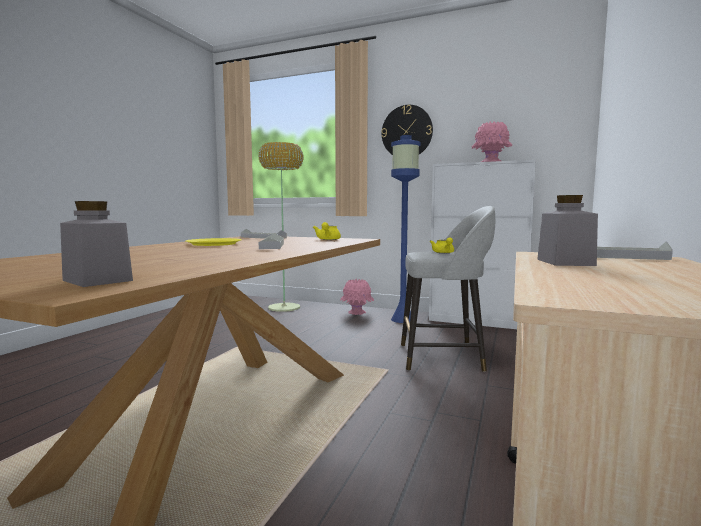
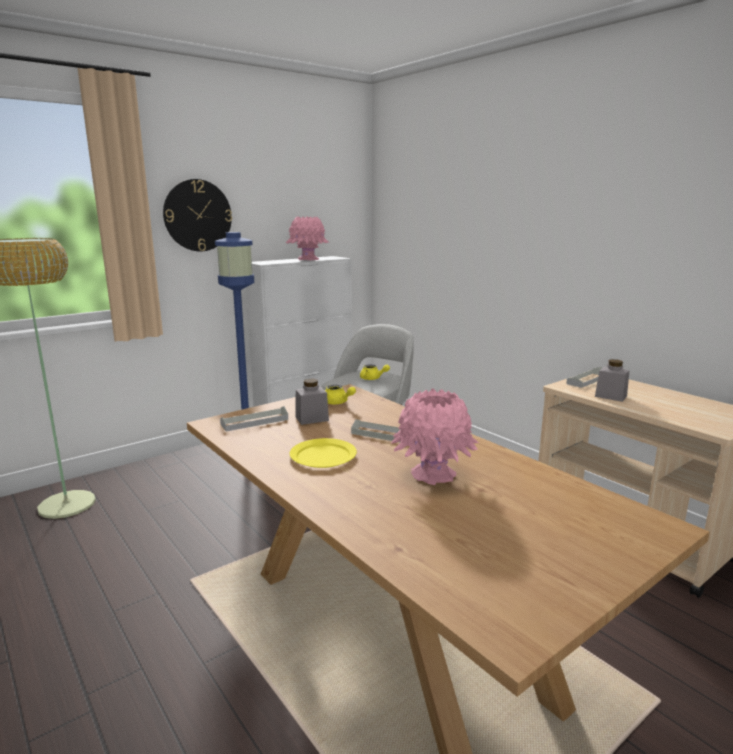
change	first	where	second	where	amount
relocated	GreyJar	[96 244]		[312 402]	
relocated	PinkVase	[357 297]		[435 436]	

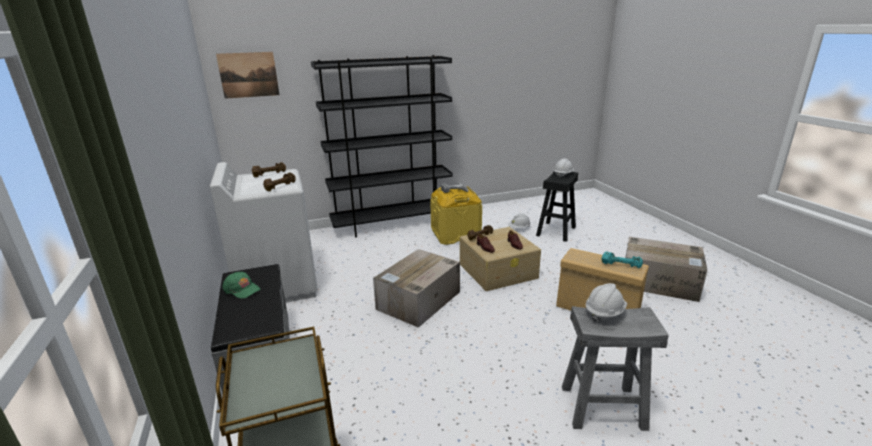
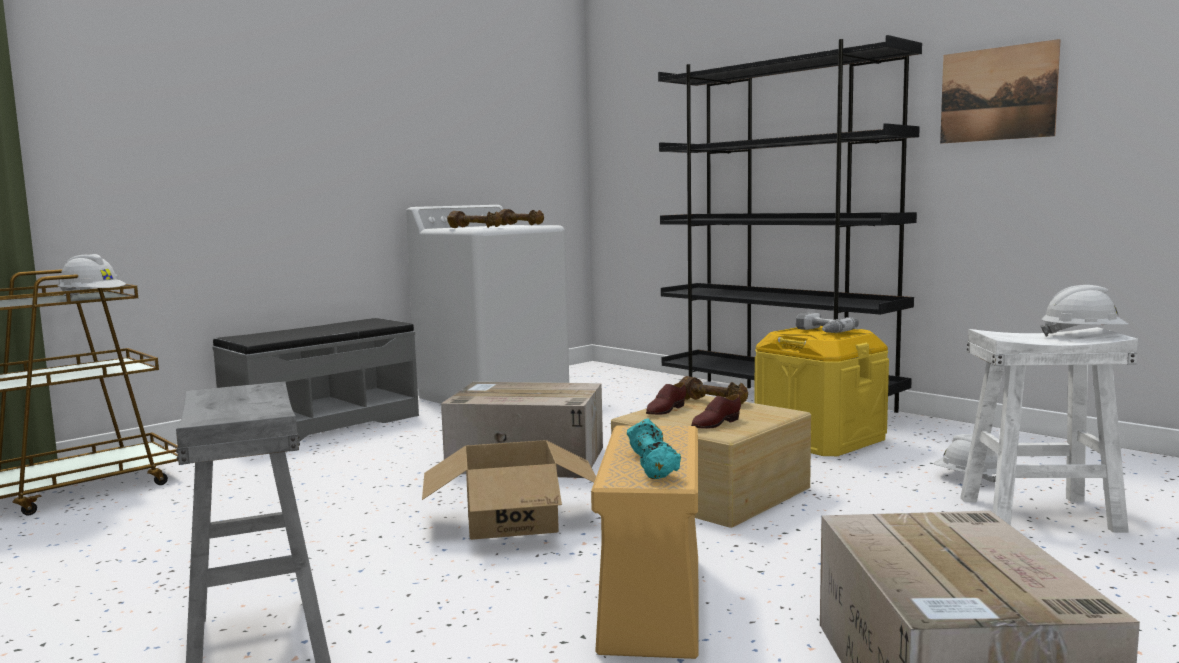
change	first	where	second	where	amount
missing	GreenCap	[241 285]			
appeared			CardboardBox	[509 490]	
relocated	Picture	[247 75]		[1000 91]	
relocated	WhiteHardHat	[606 302]		[92 276]	
colour	BlackStool	[557 206]	WhiteStool	[1049 430]	

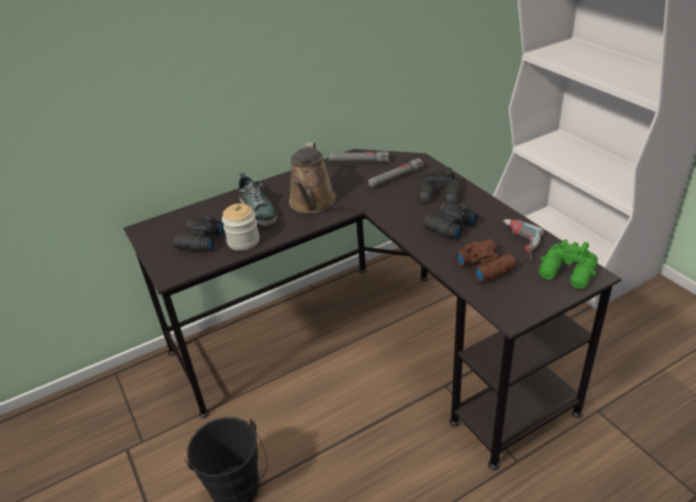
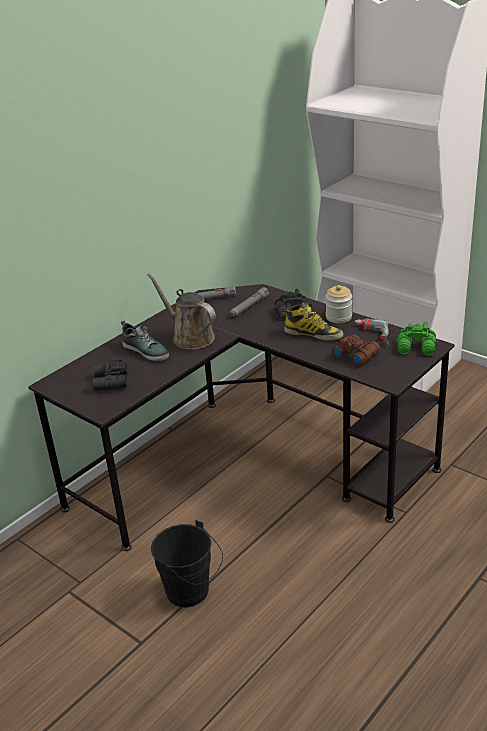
change	first	where	second	where	amount
relocated	Jar	[240 227]		[338 304]	
exchanged	BlackBinoculars	[451 221]	Boot	[314 321]	
spun	BrownWateringCan	[313 177]		[181 311]	150 degrees clockwise

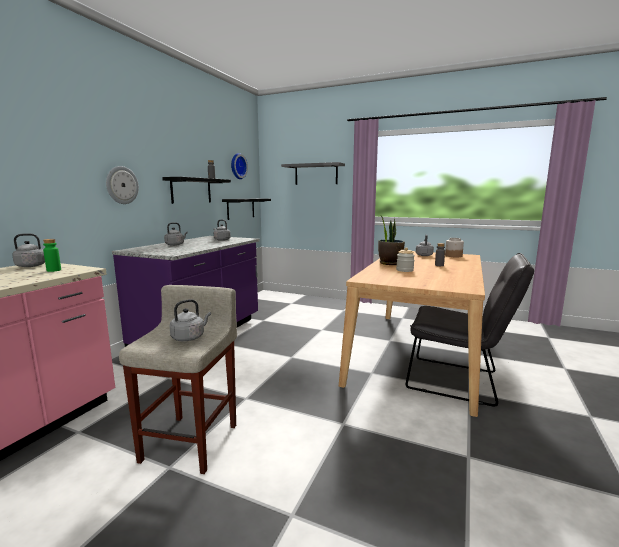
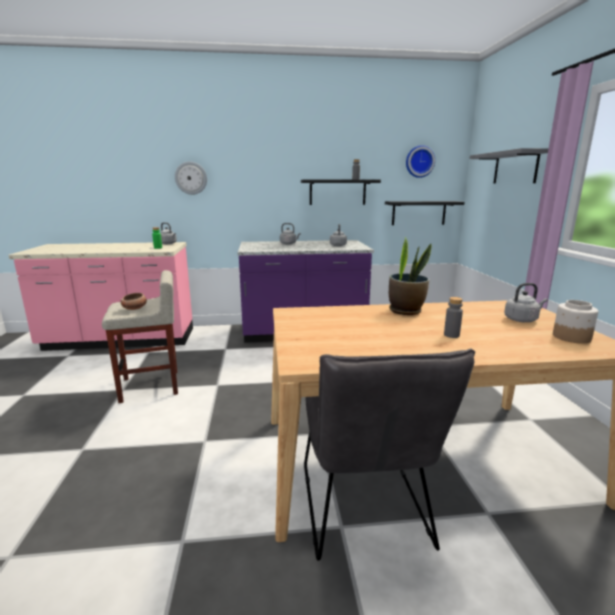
change	first	where	second	where	amount
missing	Jar	[405 259]			
relocated	WallClock	[122 185]		[191 178]	
exchanged	GreyKettle	[190 320]	Bowl	[133 301]	

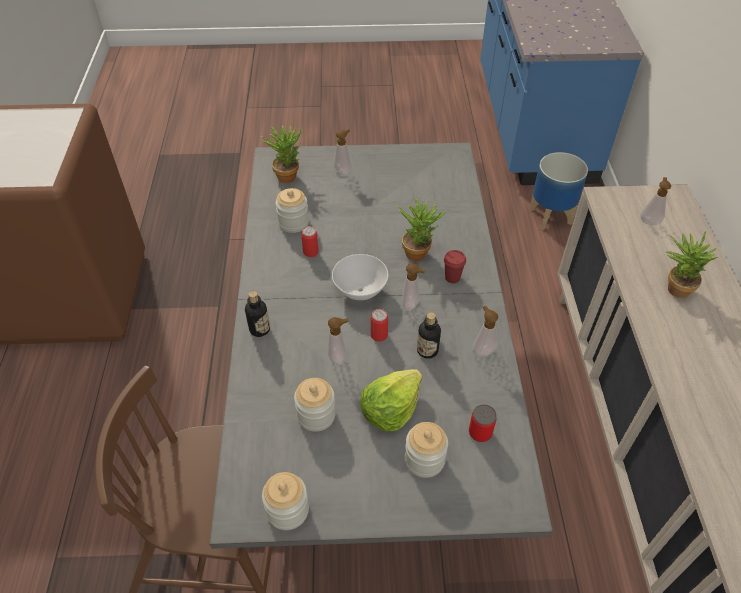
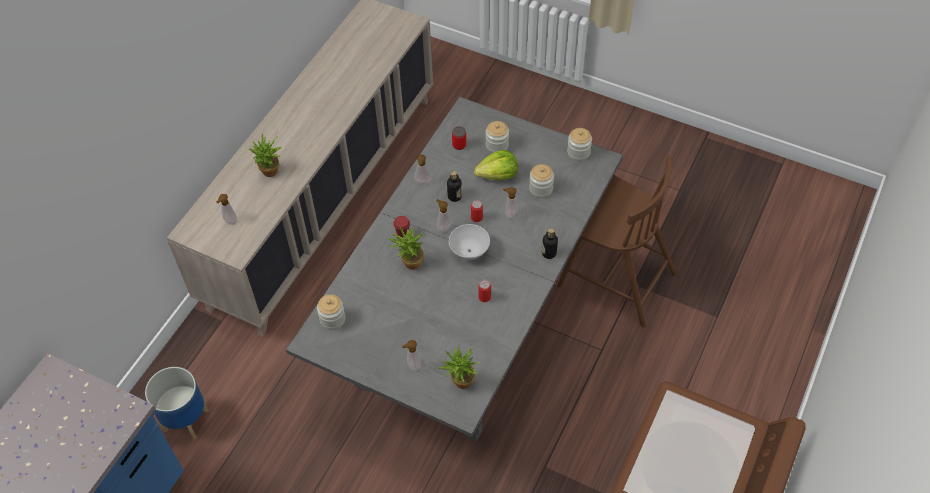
change	first	where	second	where	amount
relocated	Jar	[292 210]		[331 312]	

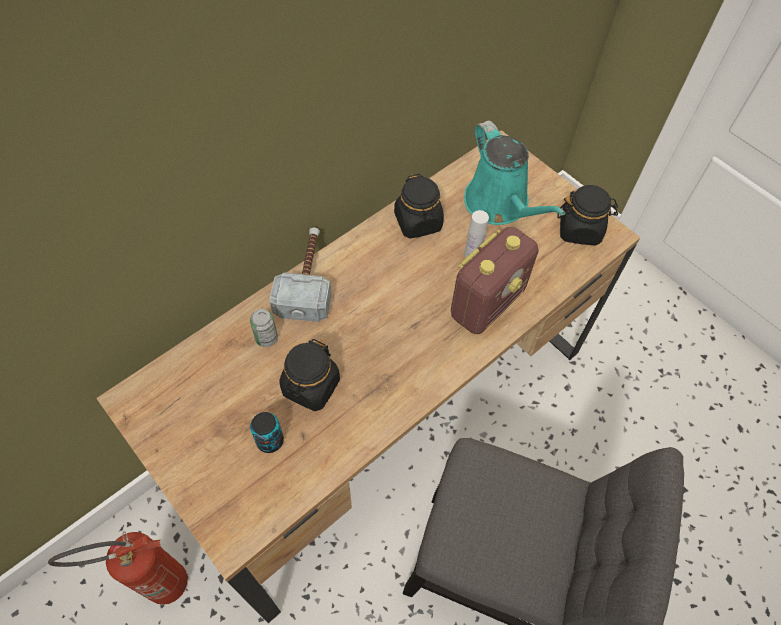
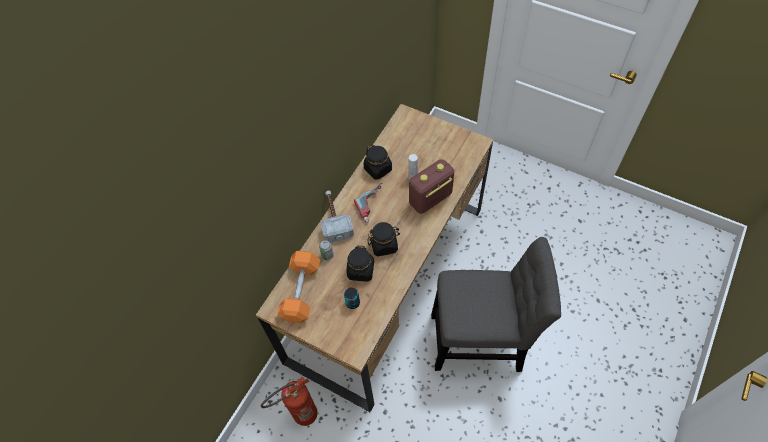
change	first	where	second	where	amount
missing	TurquoiseWateringCan	[514 173]			
appeared			OrangeDumbbell	[299 287]	
appeared			PowerDrill	[368 203]	
relocated	BlackJar	[588 215]		[383 239]	
spun	Radio	[495 280]		[431 186]	150 degrees counterclockwise

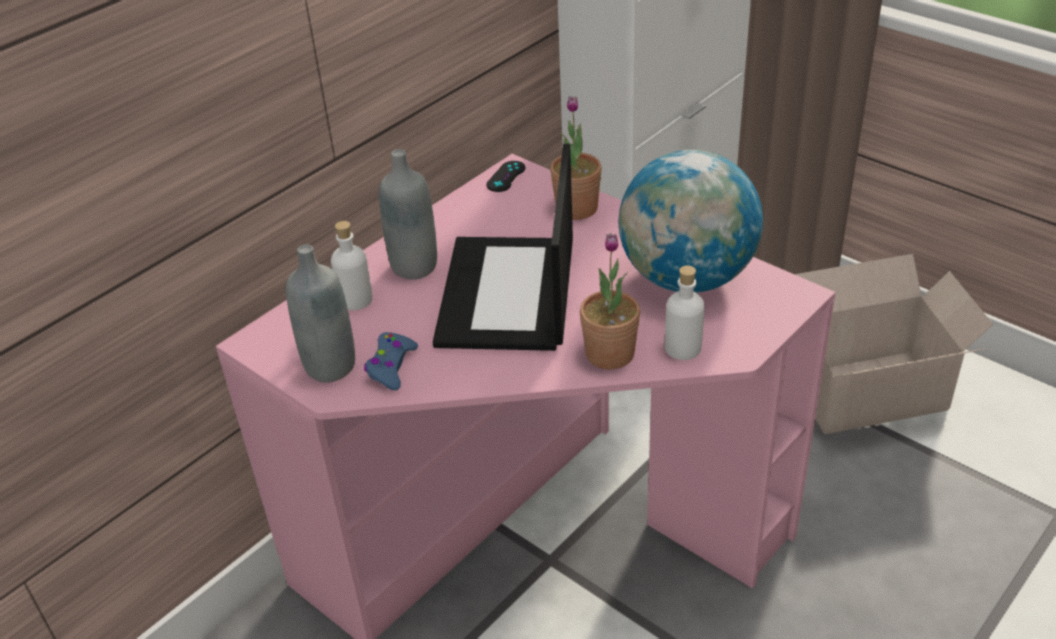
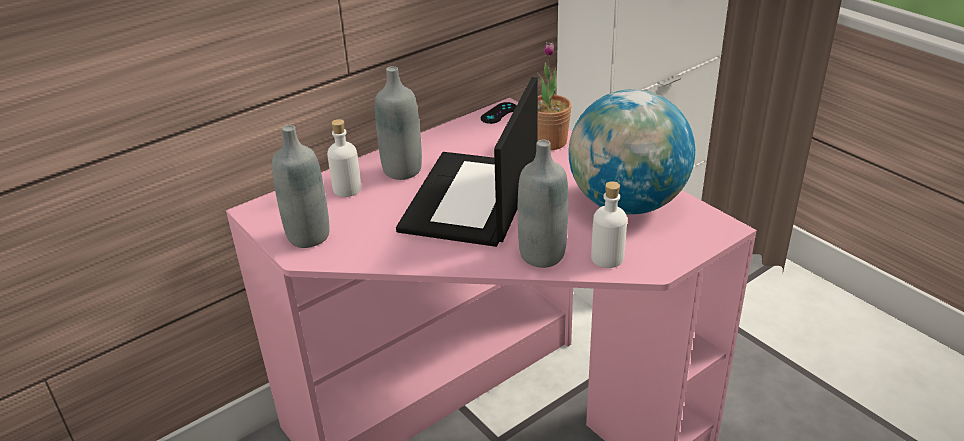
change	first	where	second	where	amount
missing	BlueGameController	[391 361]			
missing	CardboardBox	[894 344]			
exchanged	PottedPlant	[610 301]	GreyBottle	[543 204]	

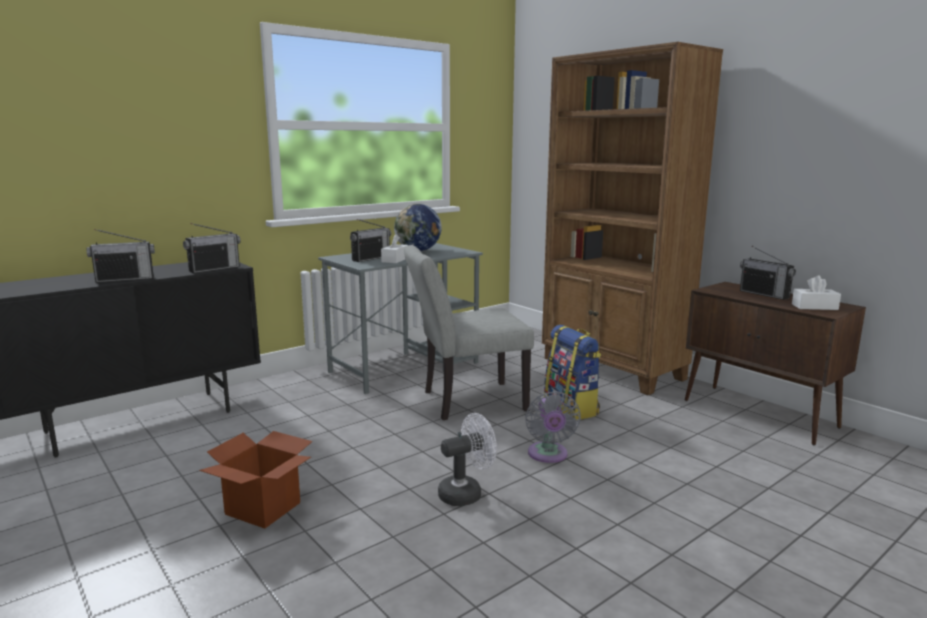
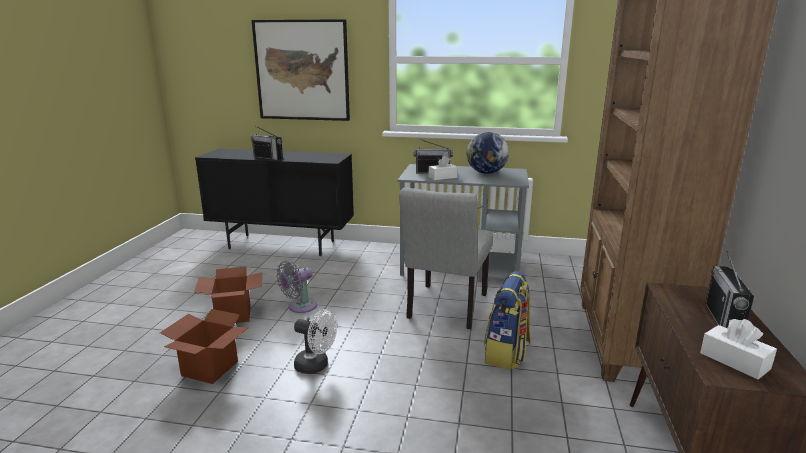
change	first	where	second	where	amount
missing	Radio	[212 248]			
appeared			CardboardBox	[204 346]	
appeared			Picture	[301 70]	
relocated	GreyFan	[553 427]		[296 287]	
spun	GreyChair	[469 332]		[446 258]	105 degrees counterclockwise

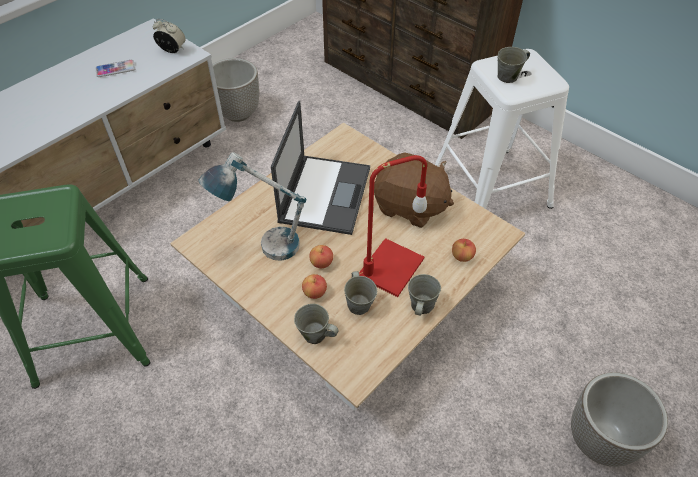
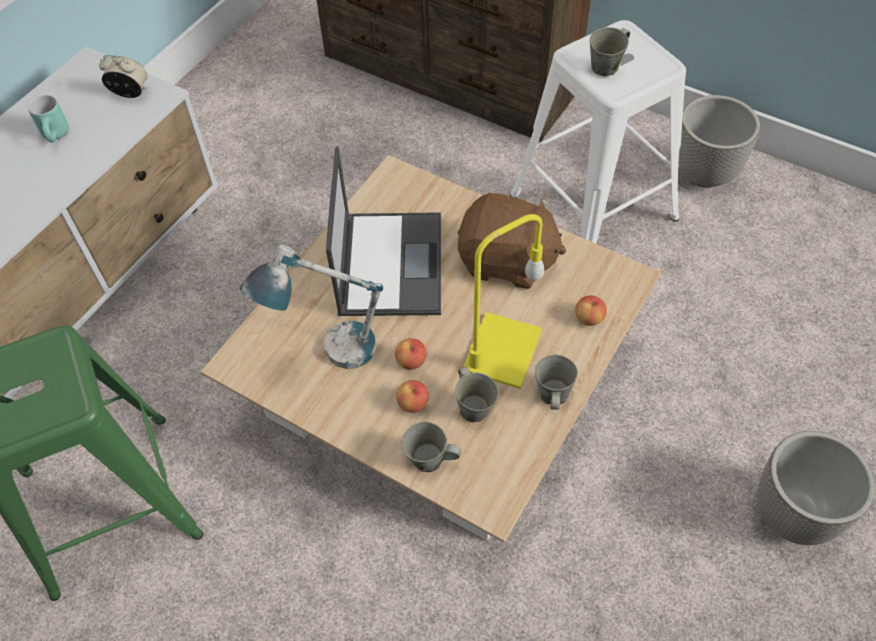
change	first	where	second	where	amount
relocated	Planter	[235 90]		[719 141]	
exchanged	Phone	[115 68]	TurquoiseMug	[48 118]	
colour	RedTableLamp	[393 226]	YellowTableLamp	[503 301]	

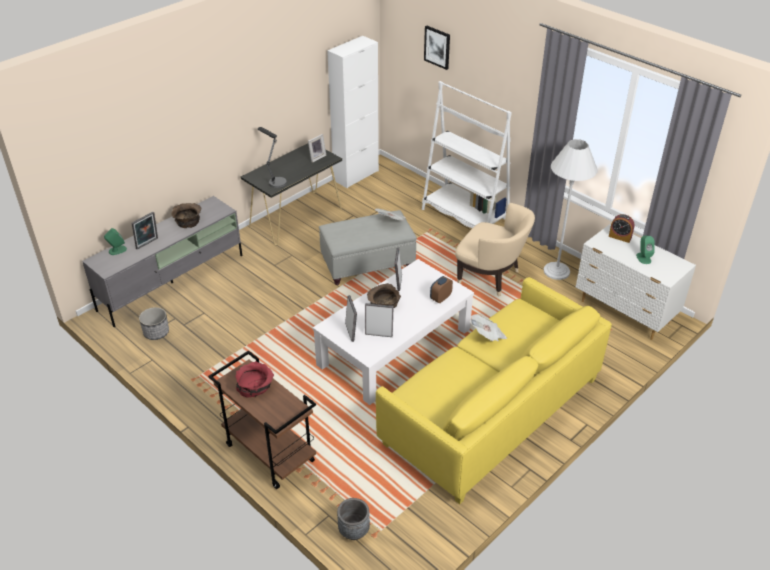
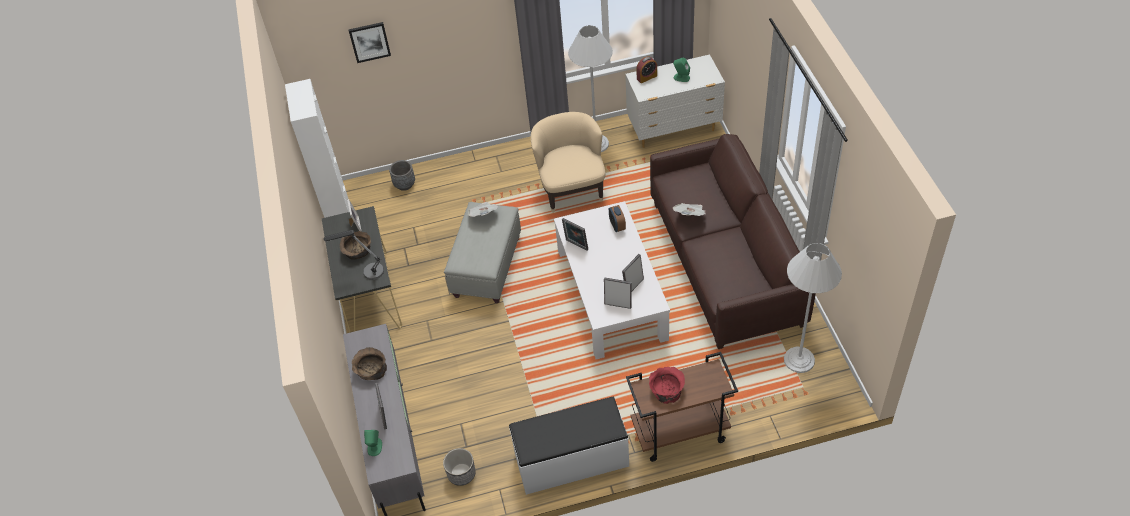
change	first	where	second	where	amount
missing	WhiteBookcase	[467 154]			
appeared			WhiteBench	[569 446]	
appeared			WhiteFloorLamp	[813 308]	
relocated	GreyPlanter	[353 519]		[402 175]	
relocated	BrownBowl	[384 296]		[355 245]	
colour	YellowSofa	[494 390]	BrownSofa	[733 241]	
spun	BeigeArmchair	[495 250]		[568 162]	75 degrees counterclockwise

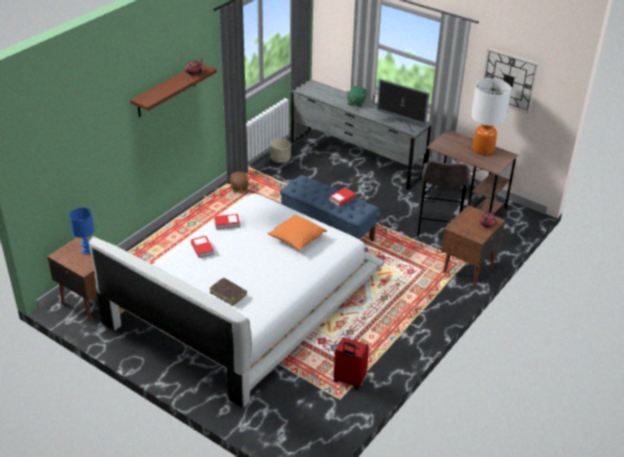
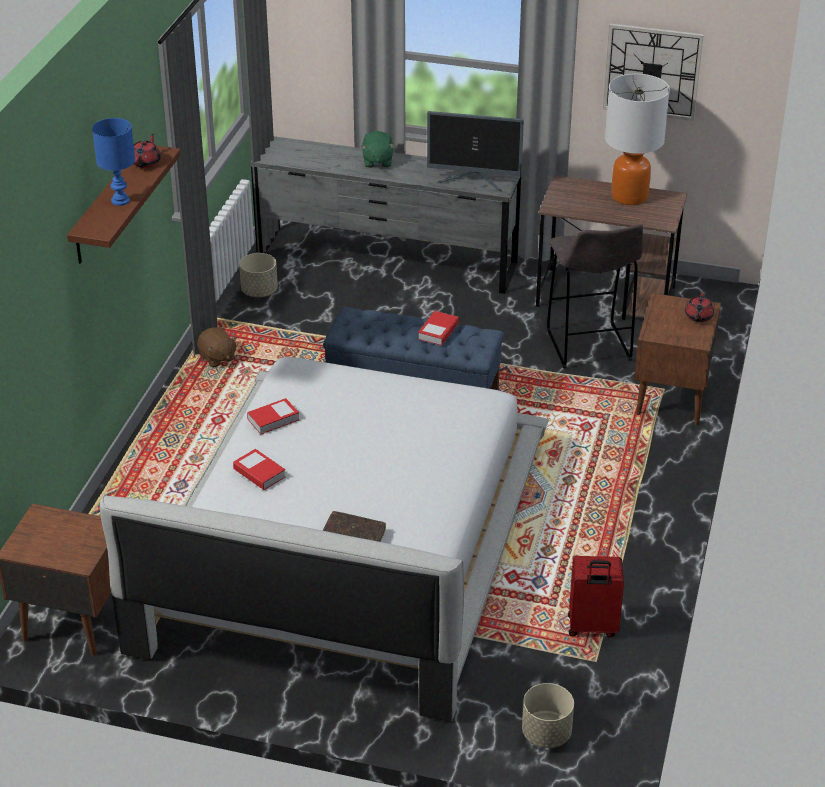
change	first	where	second	where	amount
missing	OrangePillow	[297 233]			
appeared			BeigePlanter	[548 715]	
relocated	BlueTableLamp	[81 231]		[113 162]	

